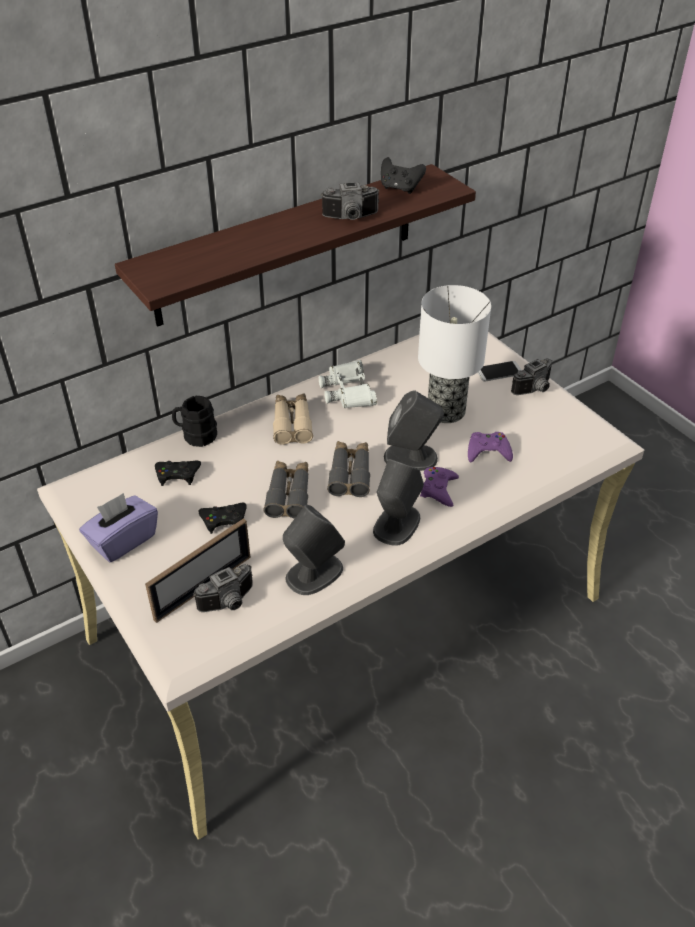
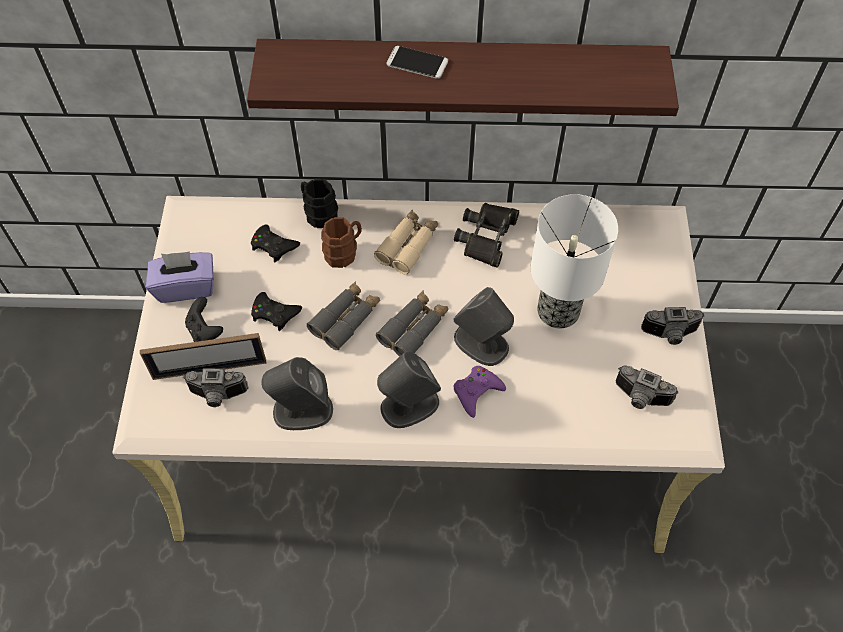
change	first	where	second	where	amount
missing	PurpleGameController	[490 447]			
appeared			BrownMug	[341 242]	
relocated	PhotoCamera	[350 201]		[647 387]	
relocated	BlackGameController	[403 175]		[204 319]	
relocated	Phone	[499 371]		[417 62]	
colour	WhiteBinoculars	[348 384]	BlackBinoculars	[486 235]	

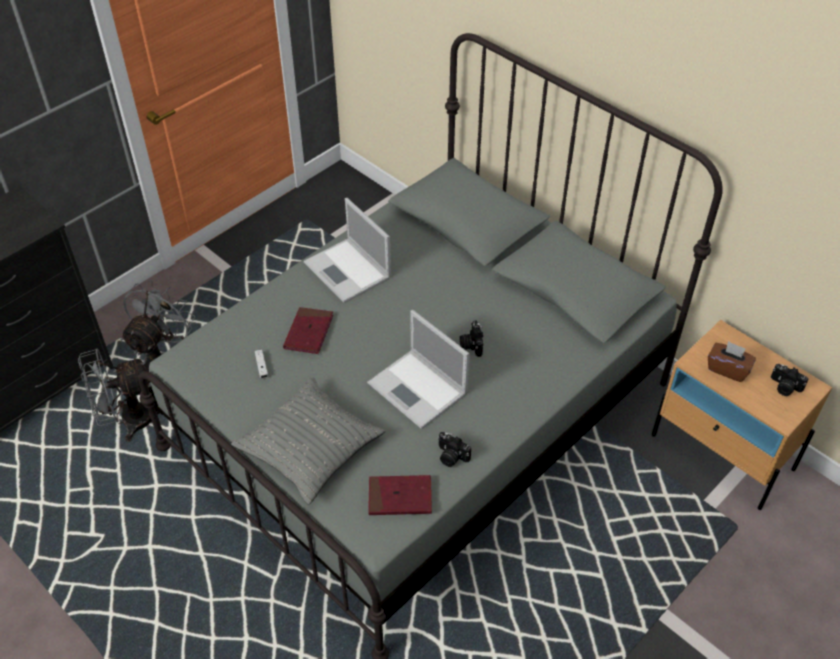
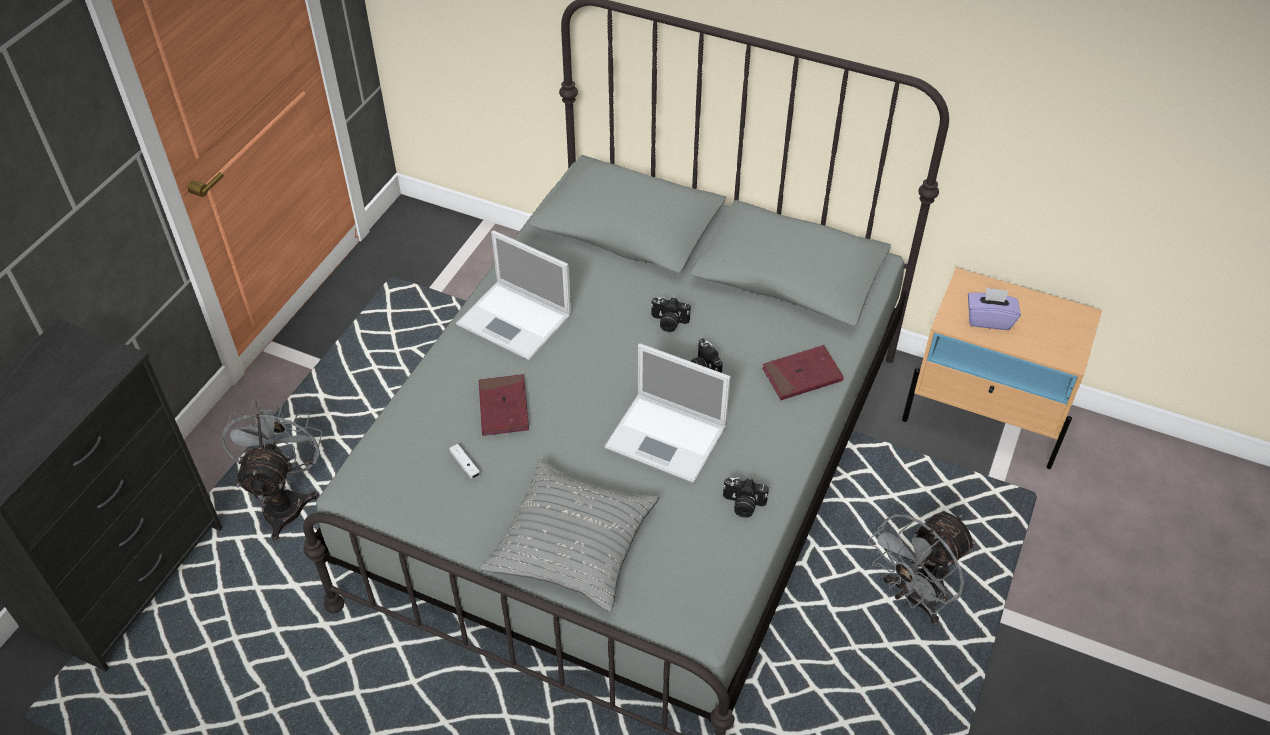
change	first	where	second	where	amount
relocated	GreyFan	[119 395]		[922 568]	
relocated	RedBook	[400 495]		[803 372]	
relocated	PhotoCamera	[789 380]		[670 314]	
colour	BrownTissueBox	[732 361]	PurpleTissueBox	[994 308]	

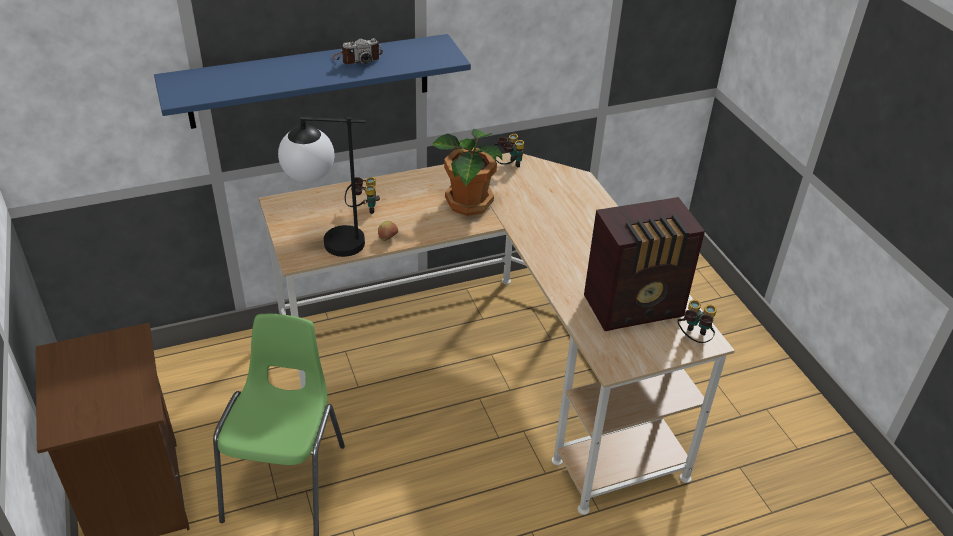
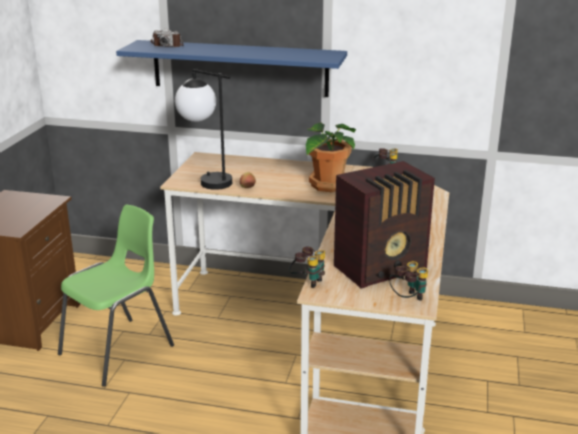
change	first	where	second	where	amount
relocated	PhotoCamera	[357 51]		[167 37]	
relocated	Binoculars	[362 195]		[307 267]	
spun	Radio	[644 264]		[384 225]	45 degrees counterclockwise

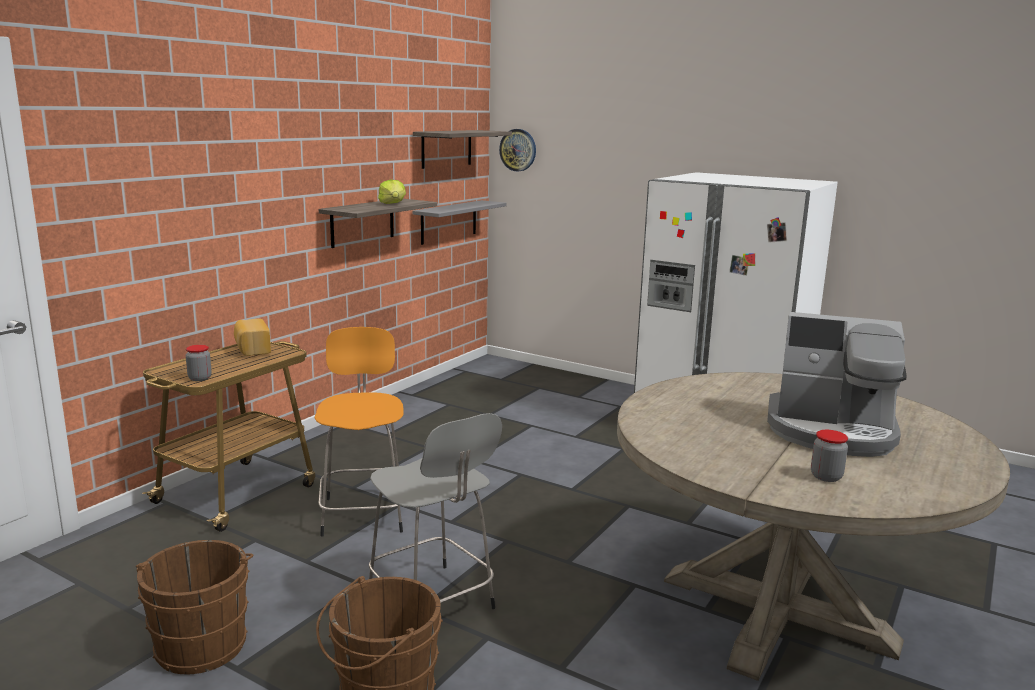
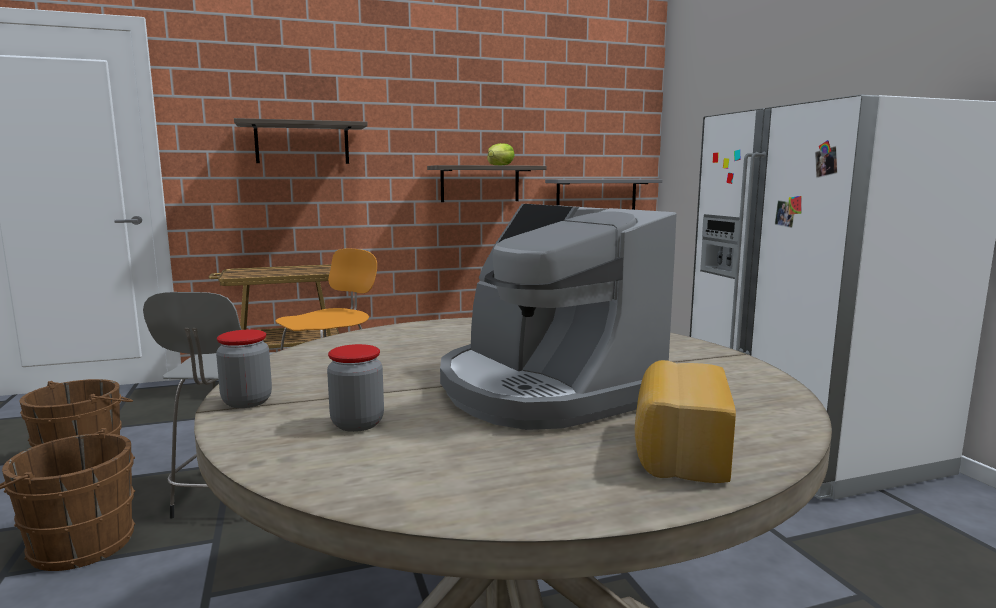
change	first	where	second	where	amount
missing	WallClock	[517 150]			
relocated	Jar	[199 363]		[244 369]	
relocated	Bread	[252 337]		[685 421]	
relocated	Shelf	[462 149]		[301 141]	

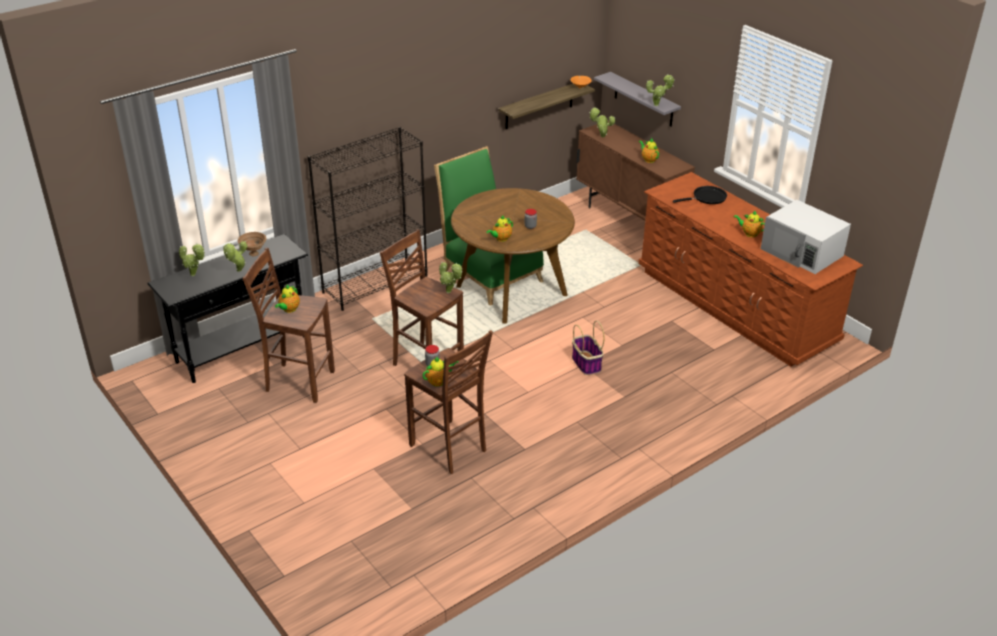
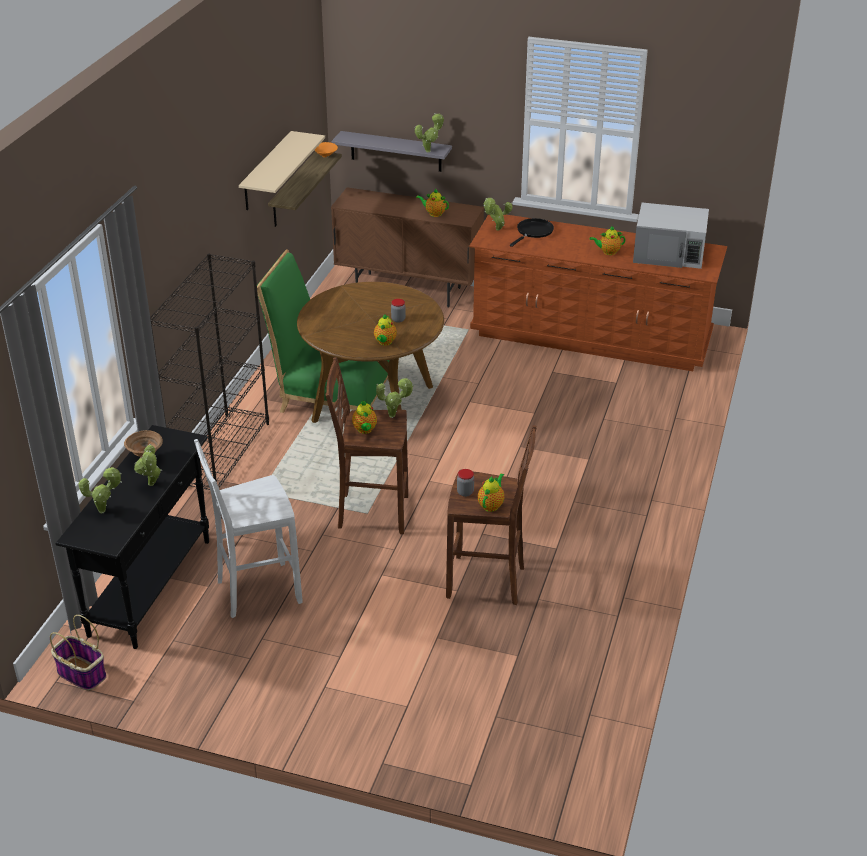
change	first	where	second	where	amount
appeared			BeigeShelf	[282 170]	
relocated	Teapot	[287 299]		[364 417]	
relocated	Basket	[588 347]		[78 652]	
relocated	PottedPlant	[602 122]		[497 214]	
colour	BrownStool	[289 325]	WhiteStool	[248 528]	

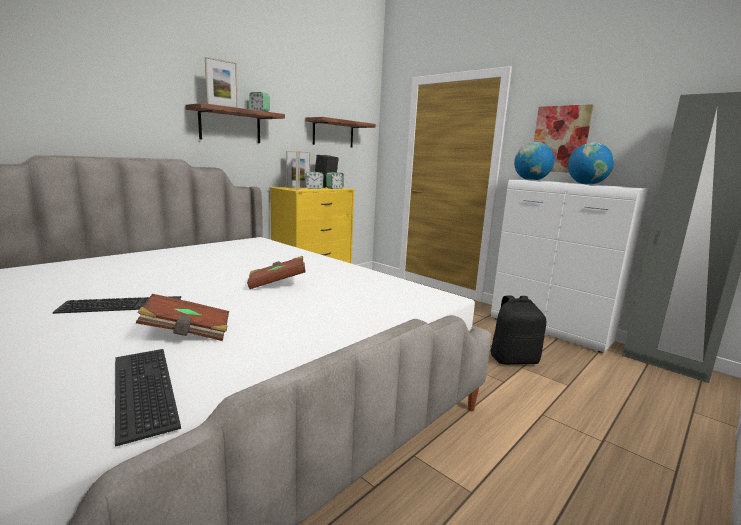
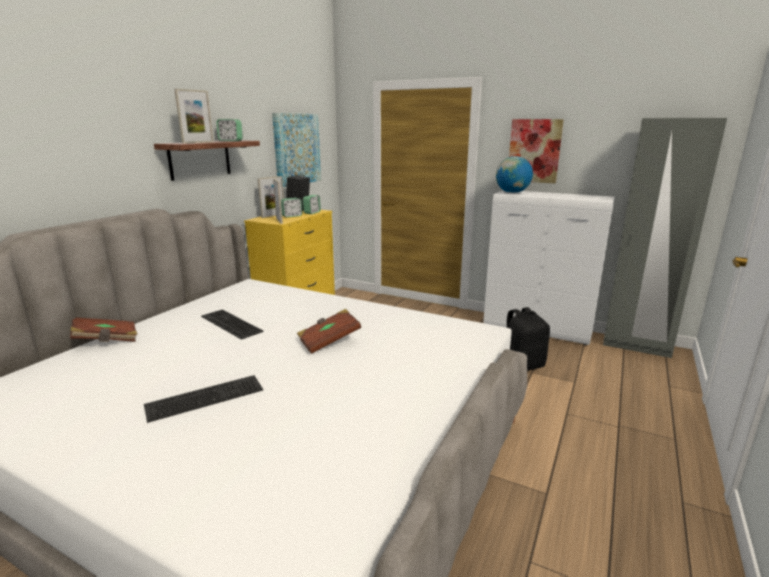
change	first	where	second	where	amount
missing	Globe	[591 164]			
relocated	Keyboard	[148 398]		[232 325]	
relocated	BrownBook	[182 317]		[103 330]	
exchanged	Shelf	[340 132]	Picture	[296 150]	

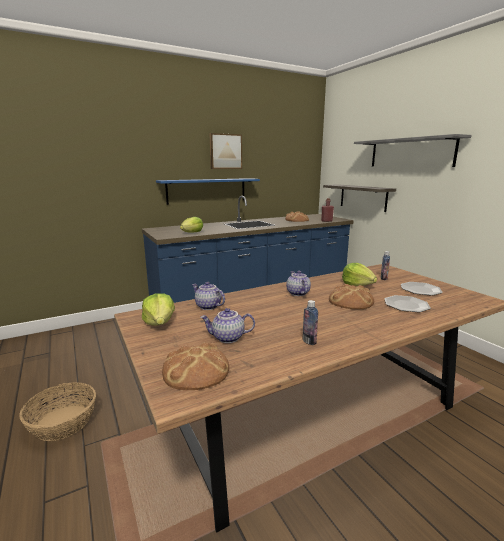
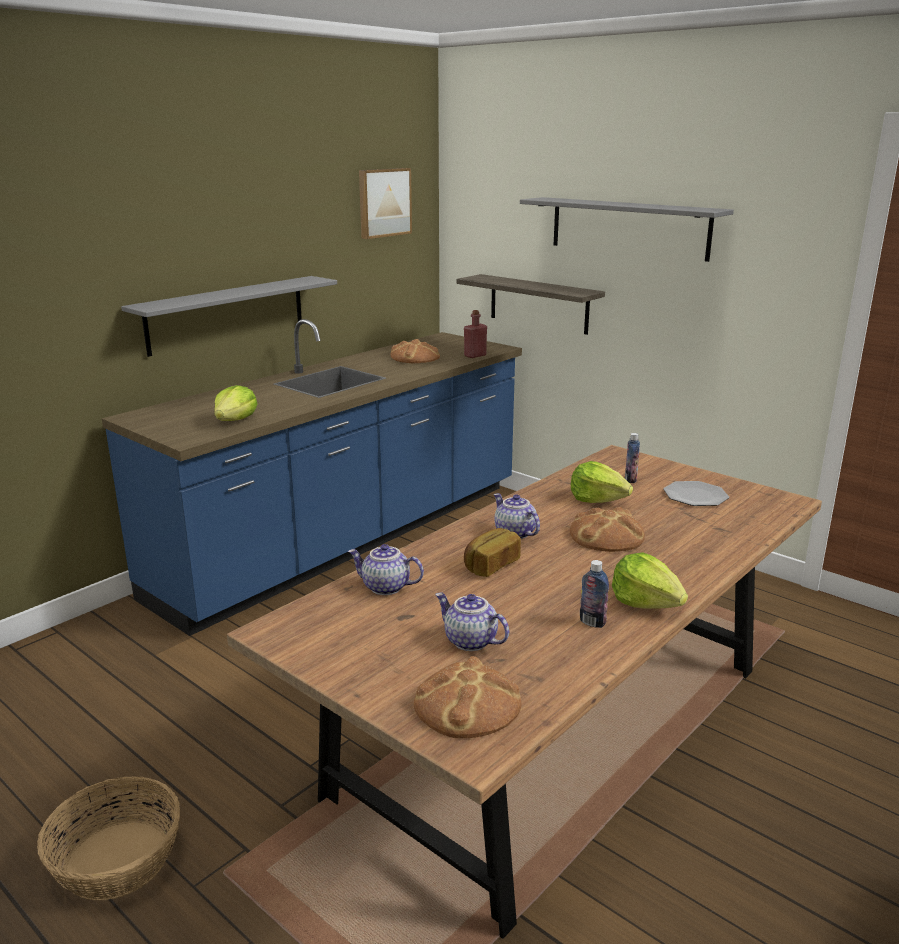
change	first	where	second	where	amount
missing	Plate	[407 303]			
appeared			Bread	[492 552]	
relocated	Lettuce	[158 309]		[650 580]	
relocated	Picture	[226 151]		[385 203]	
colour	BlueShelf	[208 191]	GreyShelf	[229 316]	
spun	Teapot	[227 325]		[472 621]	60 degrees clockwise

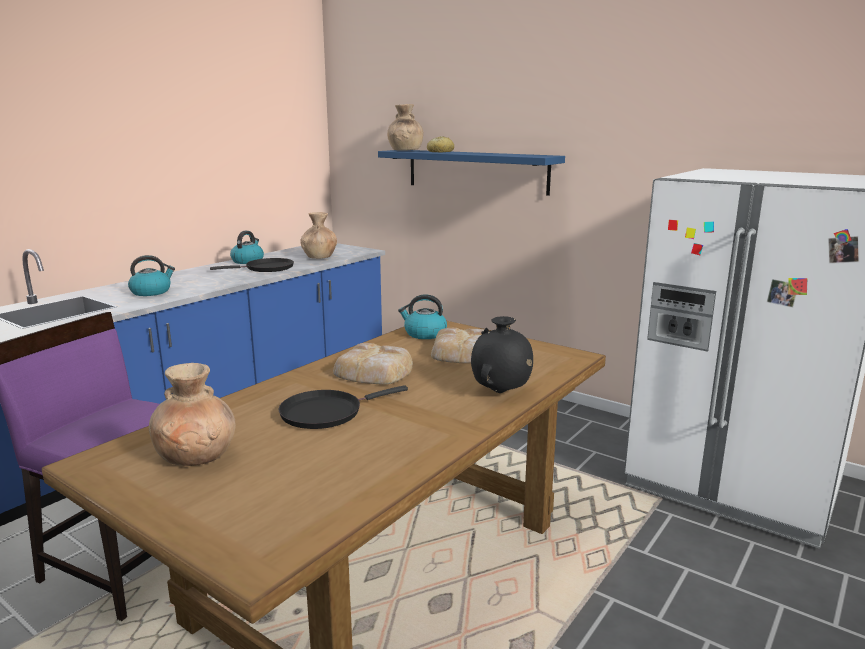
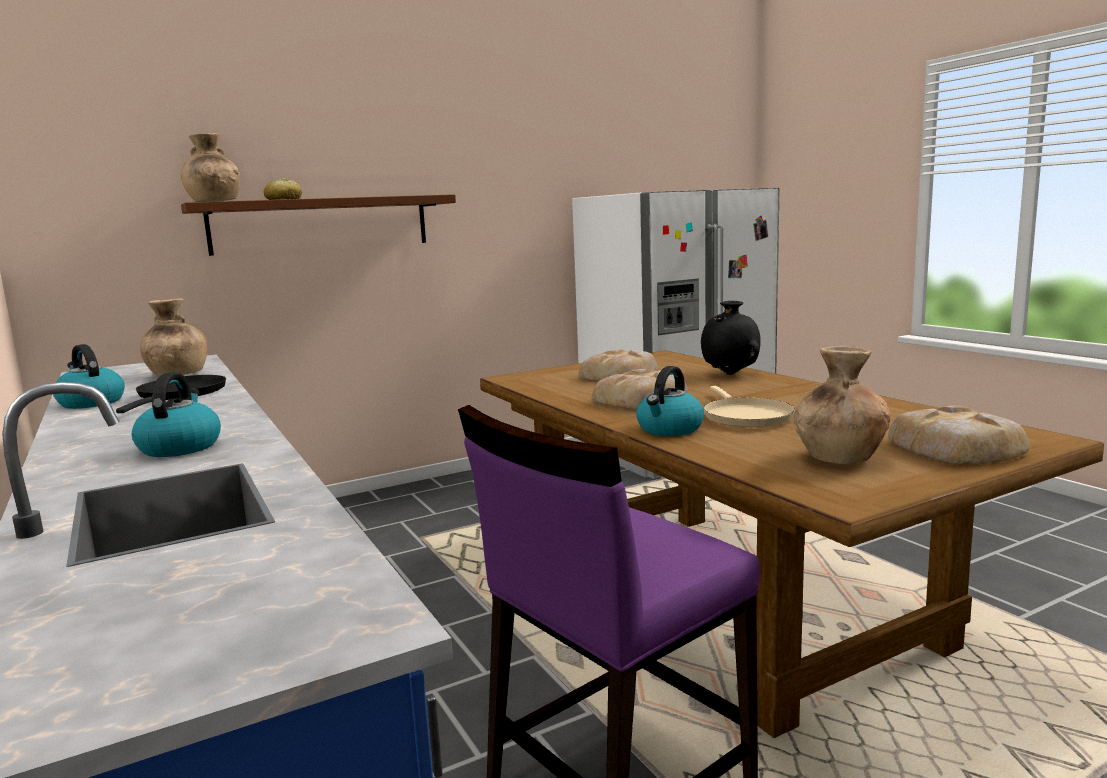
change	first	where	second	where	amount
appeared			Bread	[958 435]	
relocated	Kettle	[422 316]		[670 401]	
colour	BlackFryingPan	[343 407]	BeigeFryingPan	[749 406]	
colour	BlueShelf	[471 173]	BrownShelf	[318 225]	

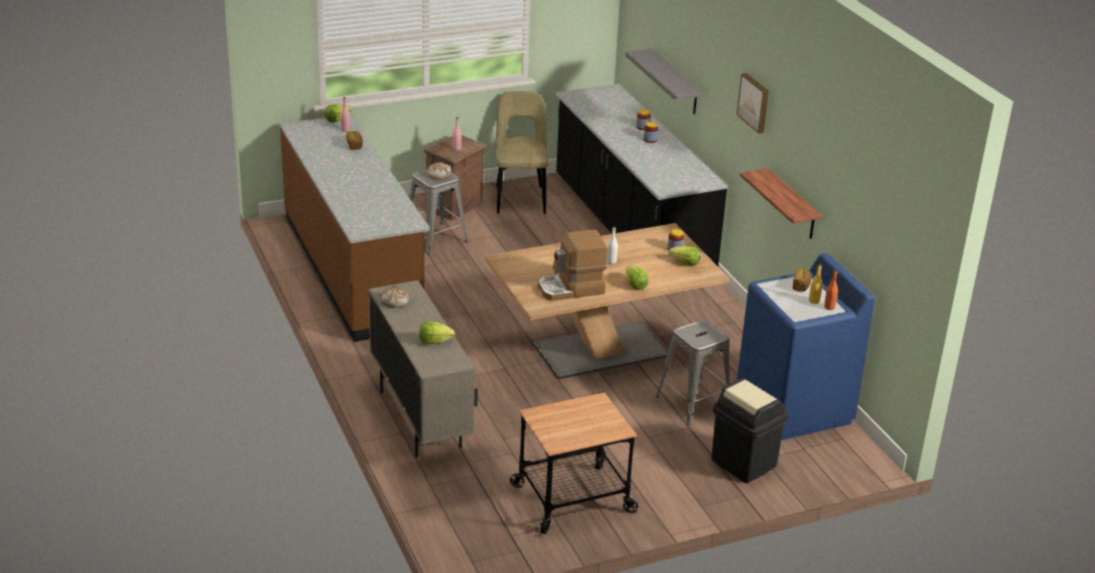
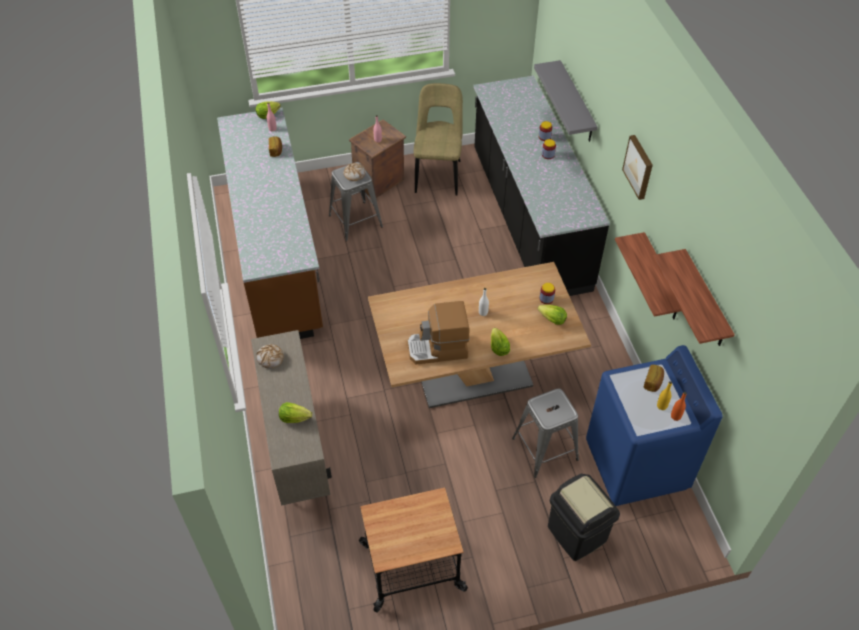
change	first	where	second	where	amount
appeared			Shelf	[694 297]	

